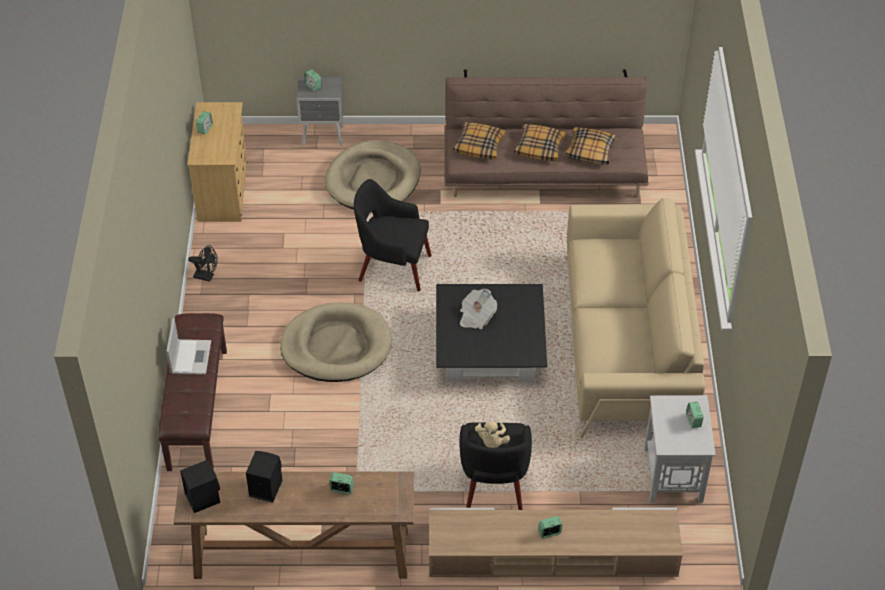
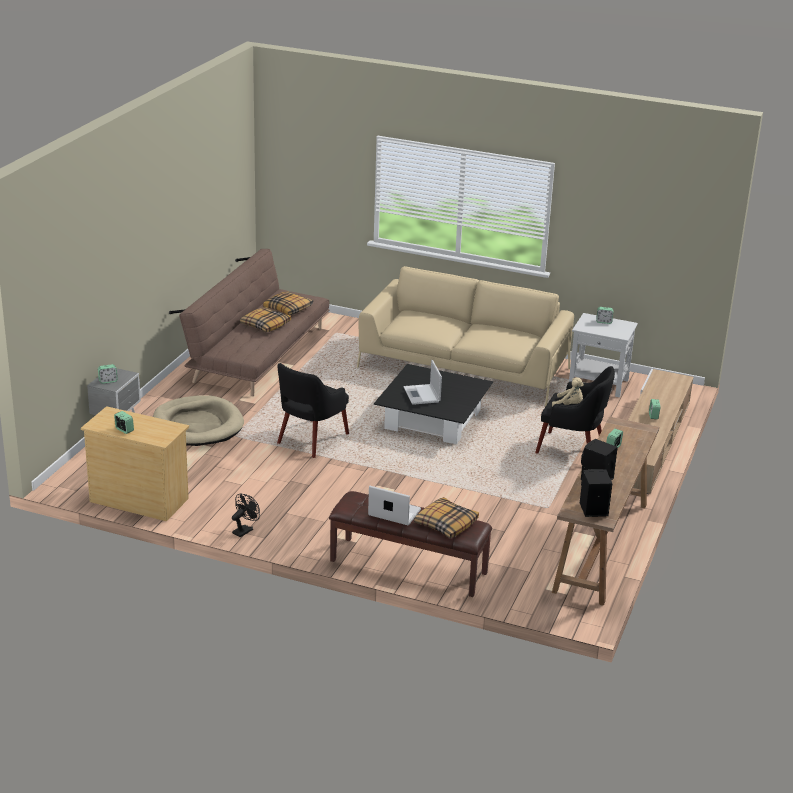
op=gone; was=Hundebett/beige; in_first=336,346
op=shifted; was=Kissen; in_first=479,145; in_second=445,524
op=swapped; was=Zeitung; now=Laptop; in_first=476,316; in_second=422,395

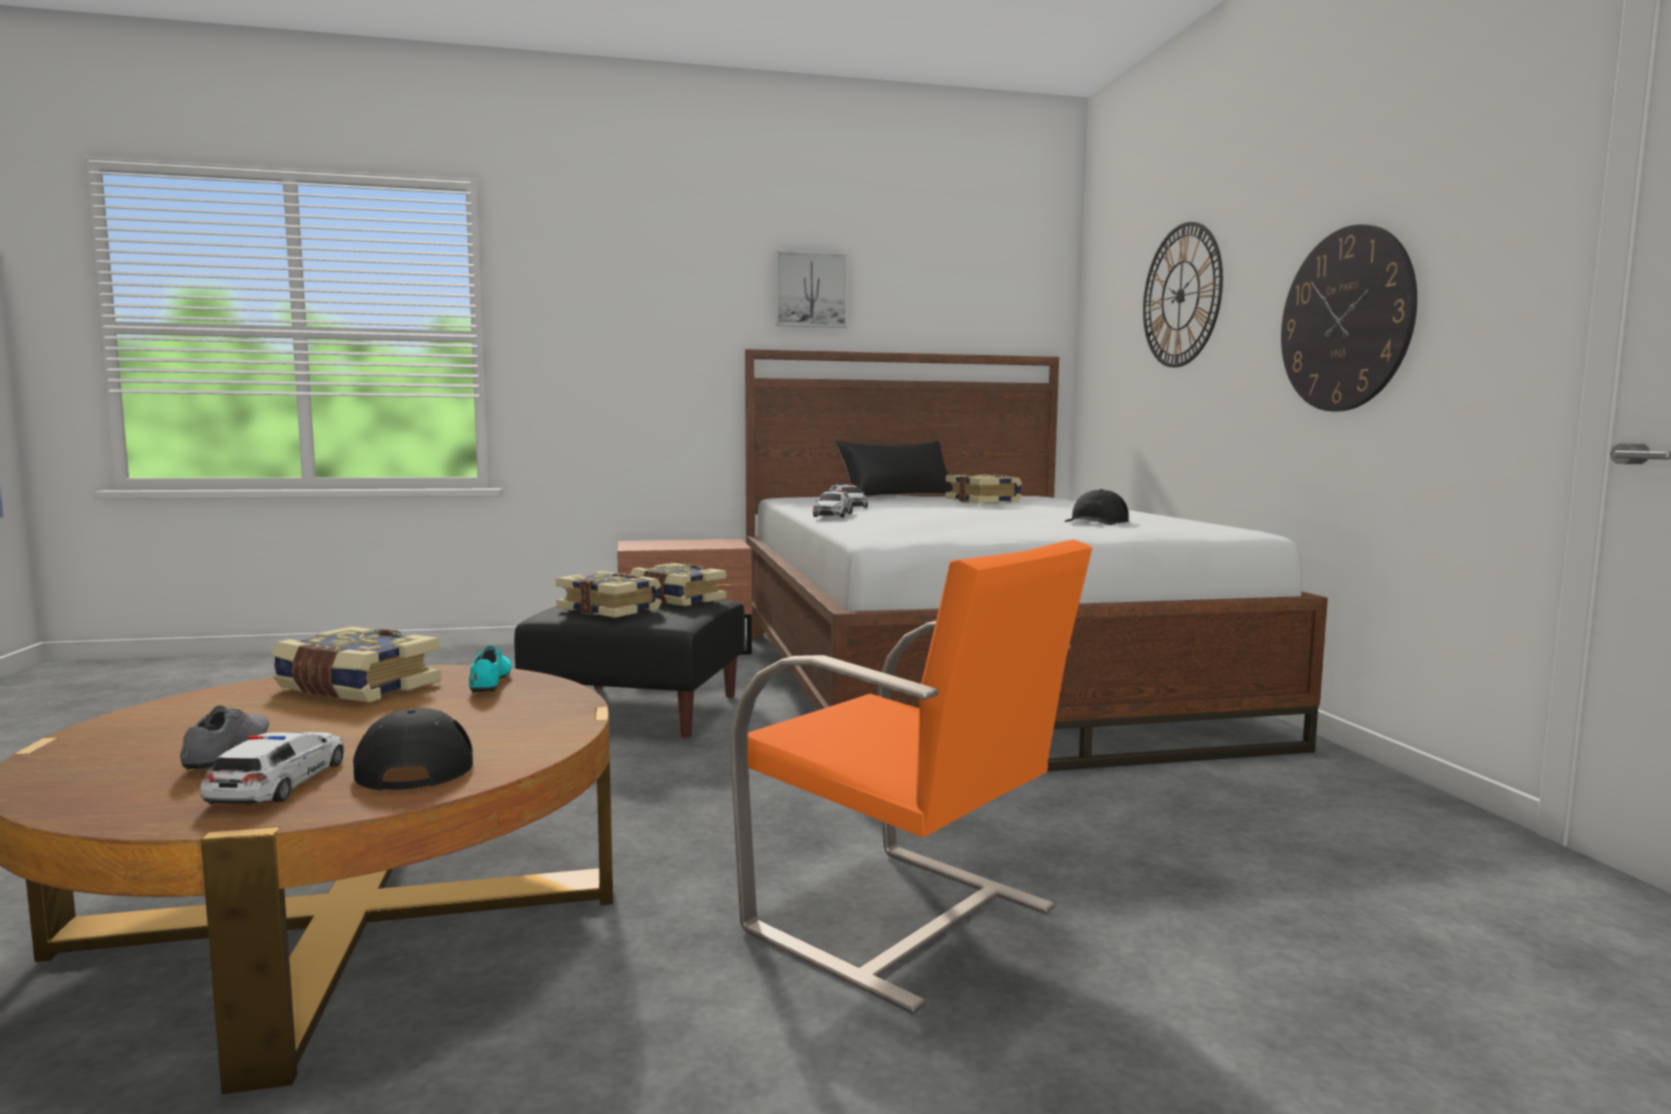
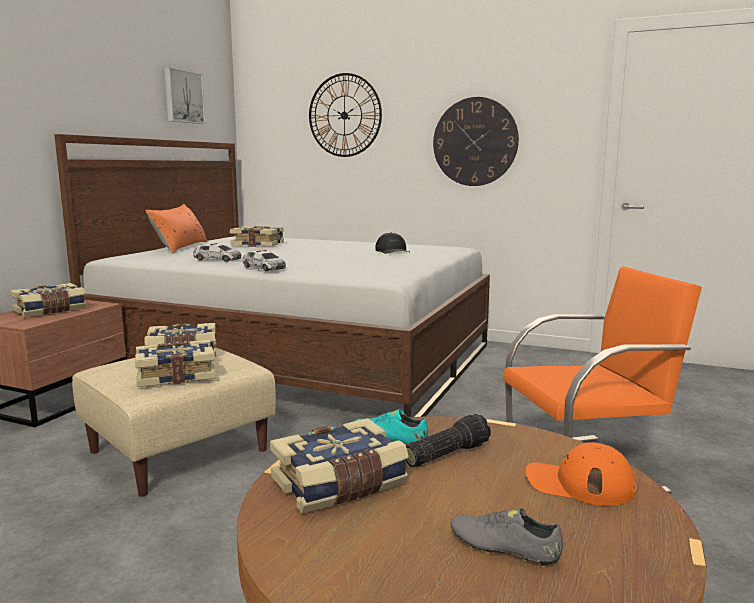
op=gone; was=Spielzeugauto; in_first=280,782
op=repainted; was=Kappe/schwarz; now=Kappe/orange; in_first=417,764; in_second=579,484
op=repainted; was=Polsterhocker/schwarz; now=Polsterhocker/beige; in_first=639,710; in_second=179,450
op=shifted; was=Bild; in_first=810,290; in_second=183,97
op=repainted; was=Kissen/schwarz; now=Kissen/orange; in_first=897,496; in_second=180,247
op=new; now=Buch; in_second=50,311
op=new; now=Taschenlampe; in_second=446,453

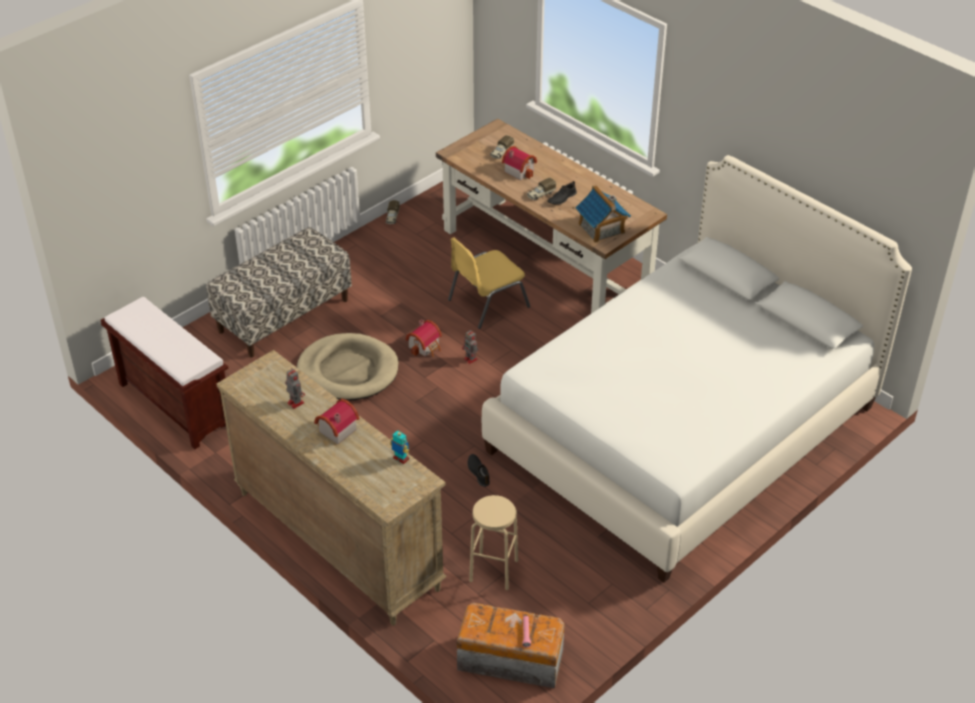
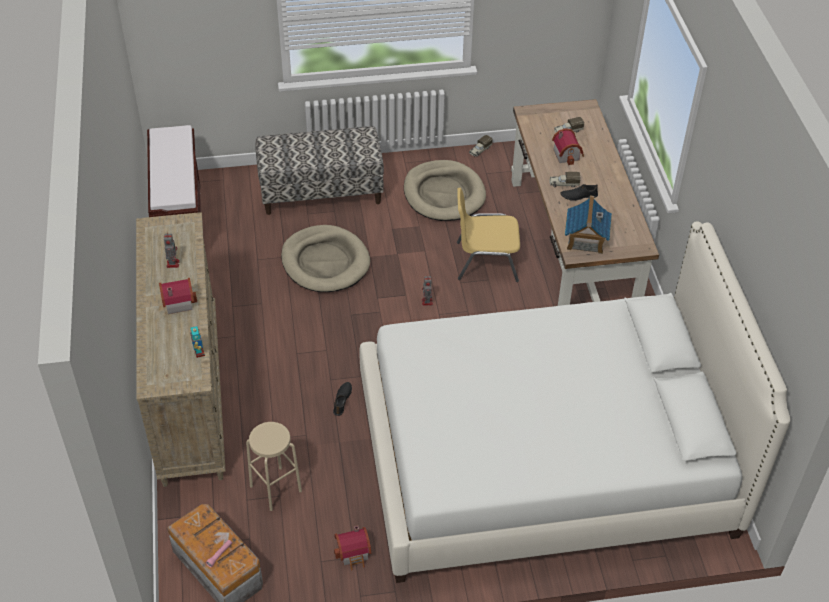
op=shifted; was=Spielzeughaus; in_first=425,347; in_second=354,553
op=new; now=Hundebett/beige; in_second=444,194

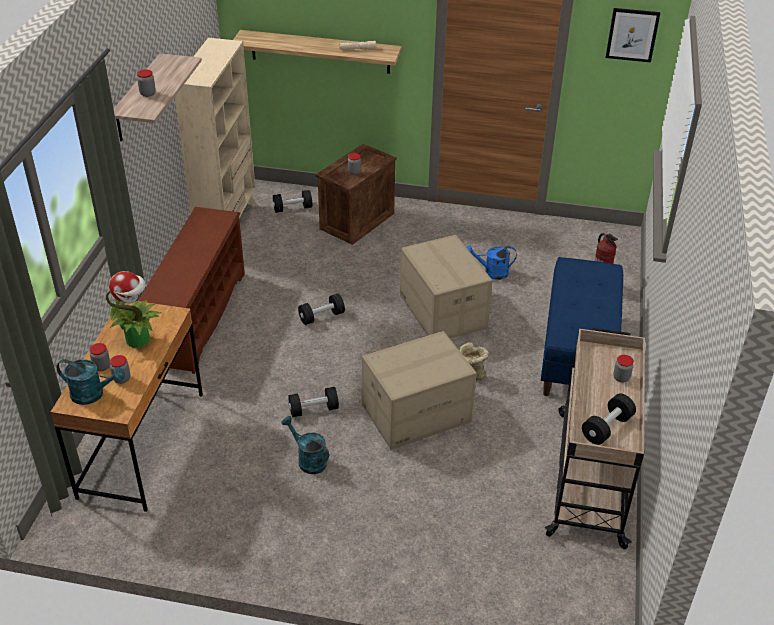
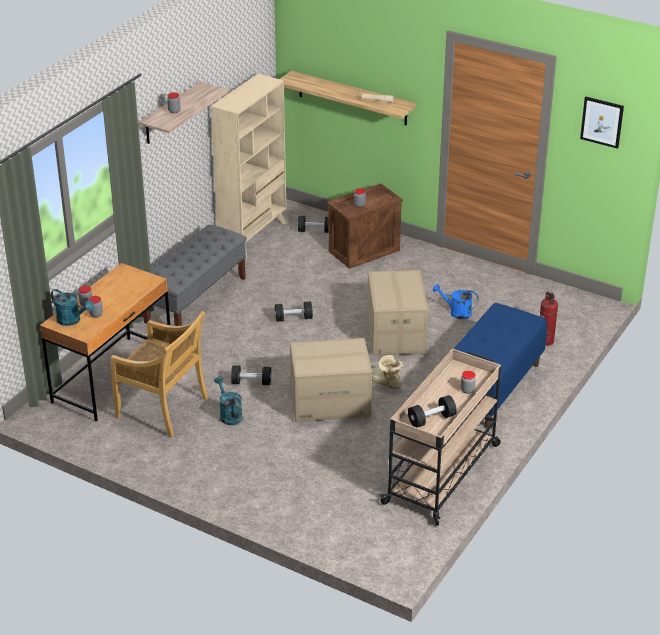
op=gone; was=Topfpflanze; in_first=138,339
op=swapped; was=Schuhregal/braun; now=Bank/grau; in_first=198,317; in_second=196,299
op=new; now=Stuhl/beige; in_second=163,408

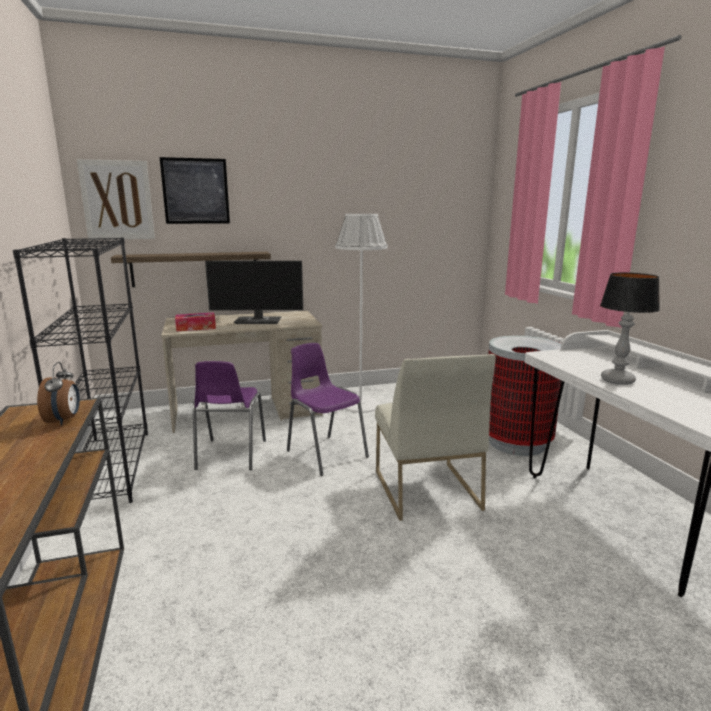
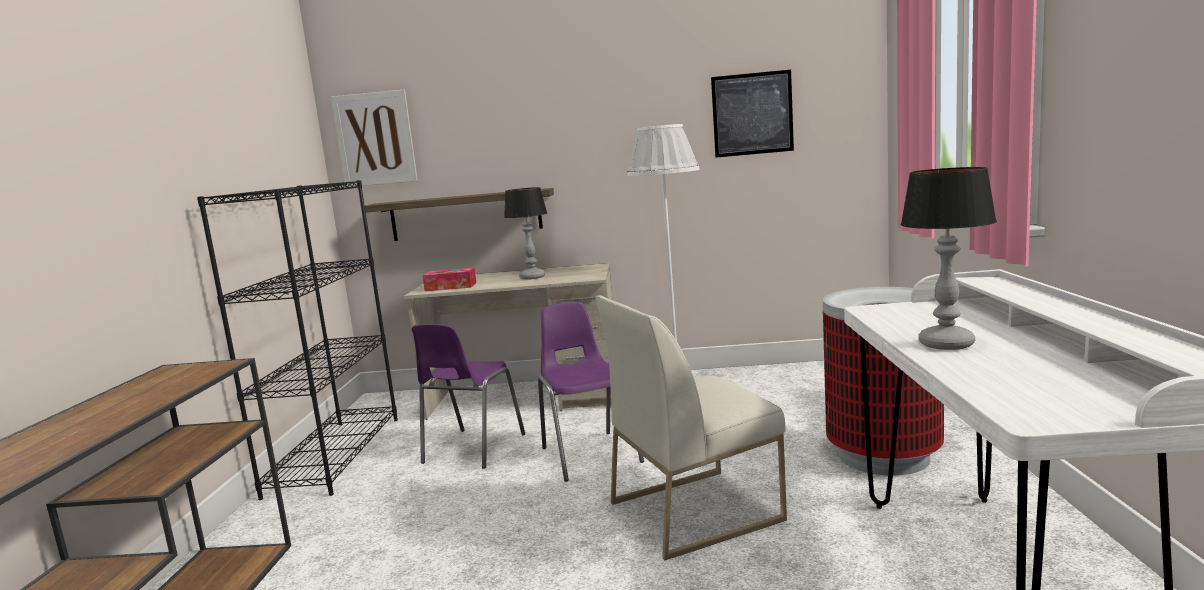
op=gone; was=Wecker; in_first=64,420
op=shifted; was=Bild; in_first=195,191; in_second=752,114
op=swapped; was=Monitor; now=Tischlampe; in_first=259,321; in_second=533,277
op=rotated; was=Stuhl/weiß; in_first=425,489; in_second=695,510; clockwise=60

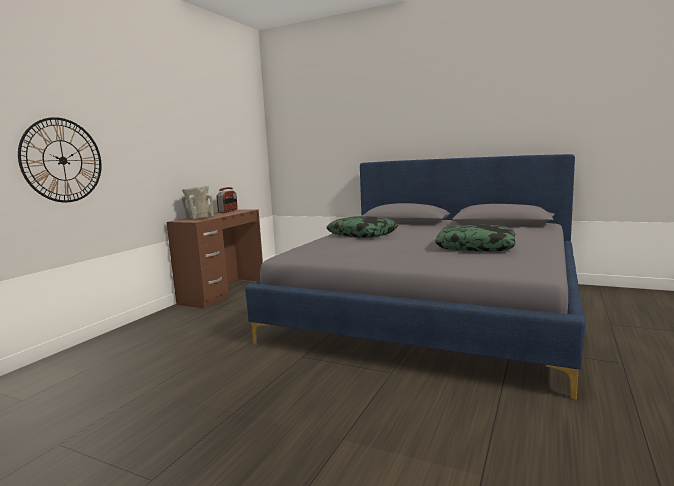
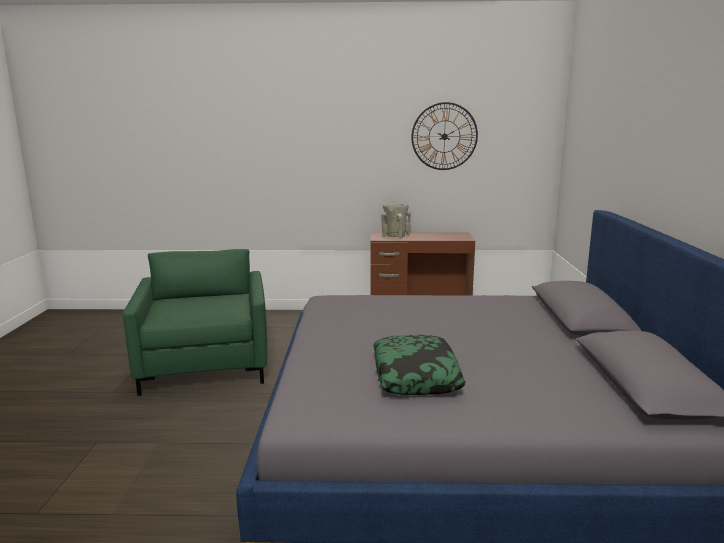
op=shifted; was=Wanduhr; in_first=62,160; in_second=444,136
op=gone; was=Radio; in_first=228,211
op=gone; was=Kissen; in_first=362,234
op=new; now=Sessel/grün; in_second=206,365

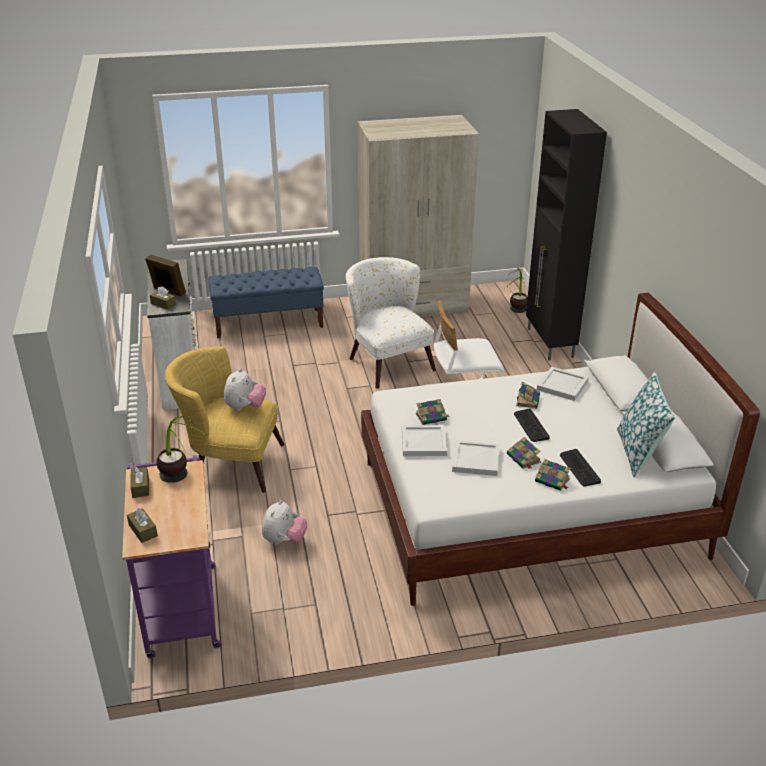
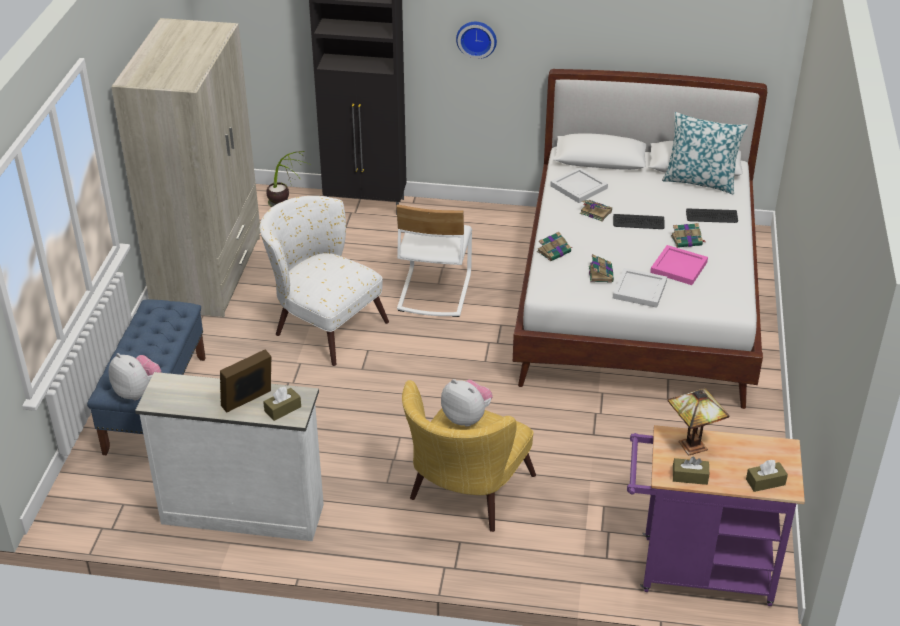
op=swapped; was=Topfpflanze; now=Tischlampe; in_first=182,482; in_second=690,445
op=shifted; was=Plüschtier; in_first=284,540; in_second=137,392
op=rotated; was=Sessel/weiß; in_first=387,360; in_second=323,324; clockwise=45
op=repainted; was=Tablett/weiß; now=Tablett/rosa; in_first=476,460; in_second=679,267
op=shifted; was=Buch; in_first=552,480; in_second=554,251
op=new; now=Wanduhr; in_second=476,38

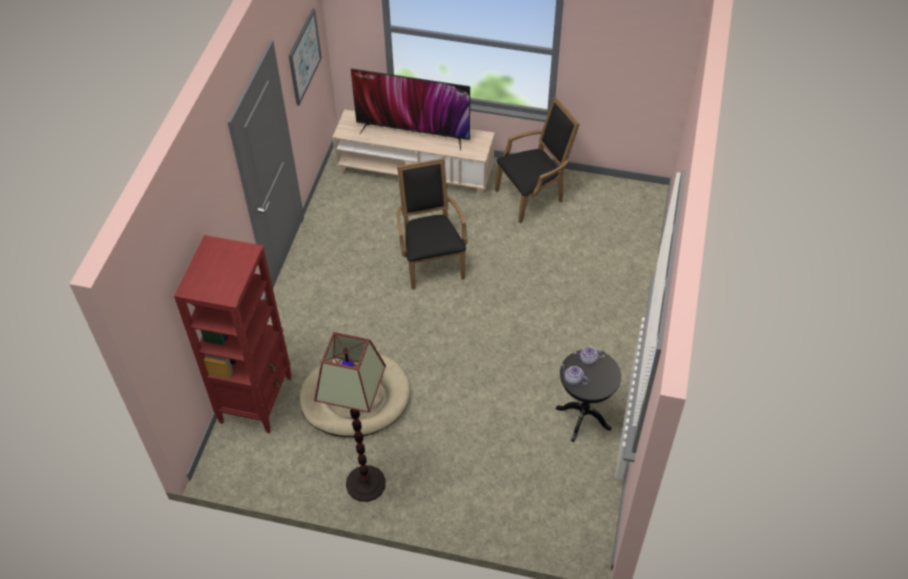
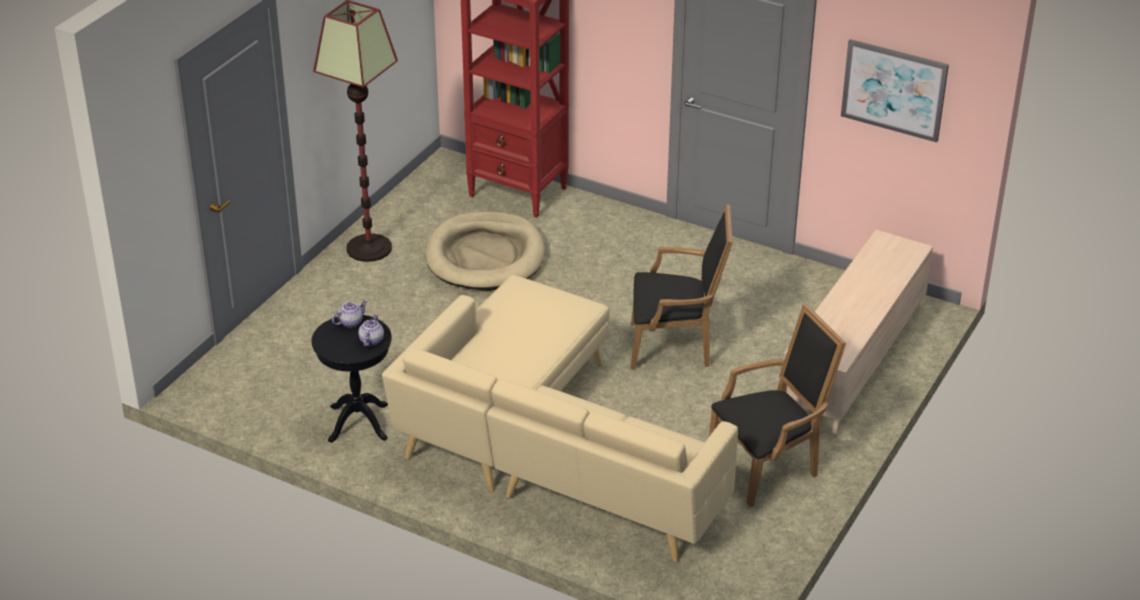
op=gone; was=Fernseher; in_first=413,132
op=rotated; was=Sessel/schwarz; in_first=533,195; in_second=770,466; clockwise=-105
op=new; now=Sofa/beige; in_second=547,451

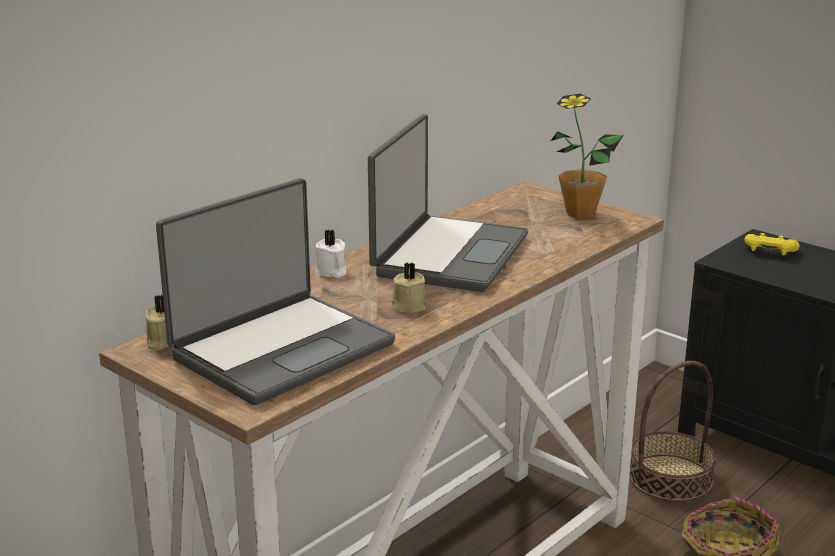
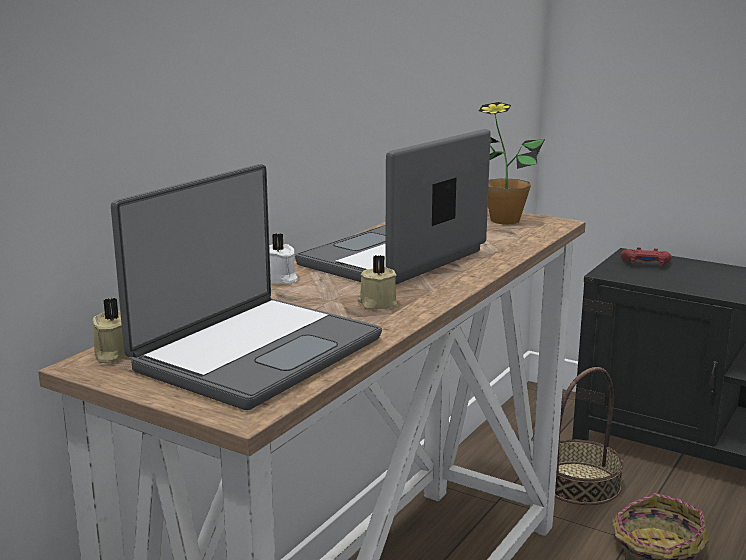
op=rotated; was=Laptop; in_first=448,255; in_second=395,259; clockwise=-150
op=repainted; was=Gamepad/gelb; now=Gamepad/rot; in_first=769,251; in_second=645,264

